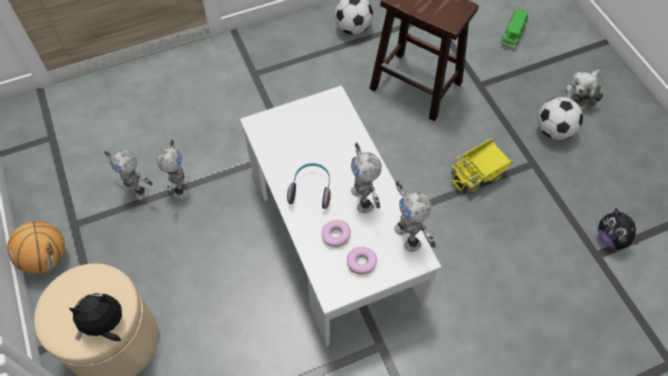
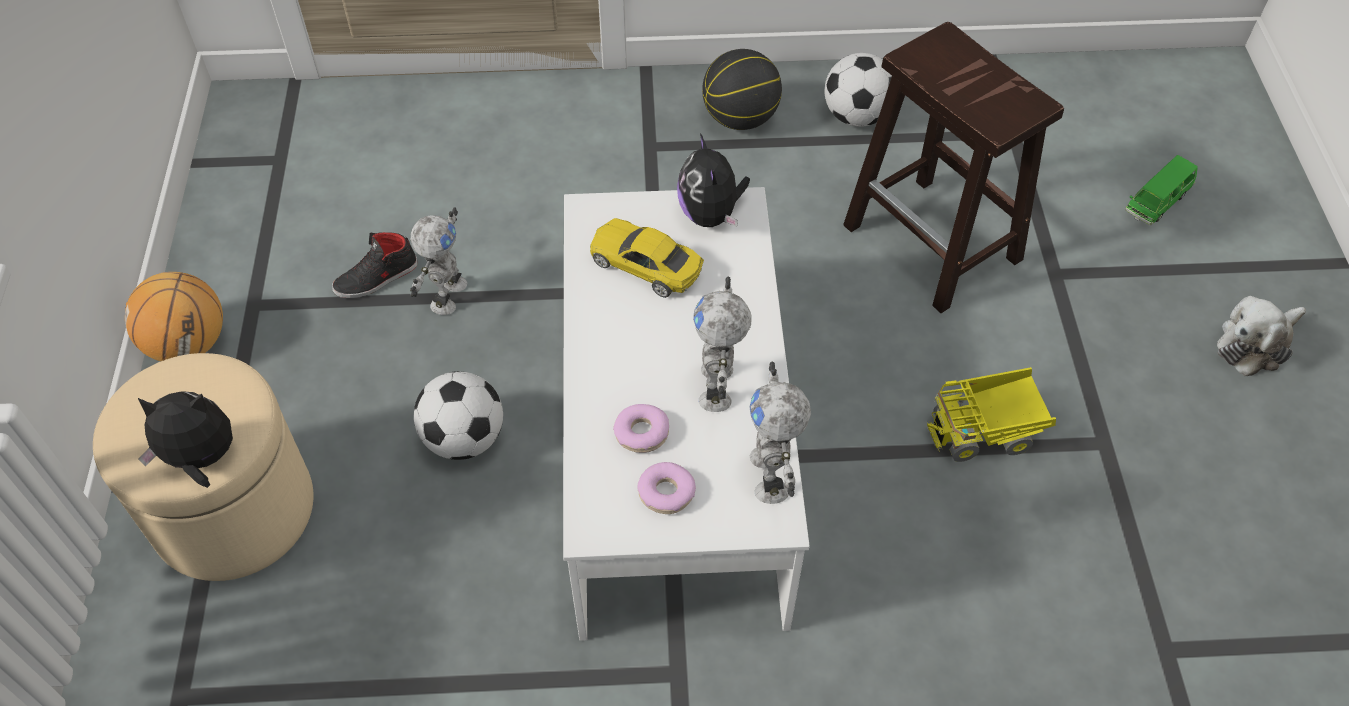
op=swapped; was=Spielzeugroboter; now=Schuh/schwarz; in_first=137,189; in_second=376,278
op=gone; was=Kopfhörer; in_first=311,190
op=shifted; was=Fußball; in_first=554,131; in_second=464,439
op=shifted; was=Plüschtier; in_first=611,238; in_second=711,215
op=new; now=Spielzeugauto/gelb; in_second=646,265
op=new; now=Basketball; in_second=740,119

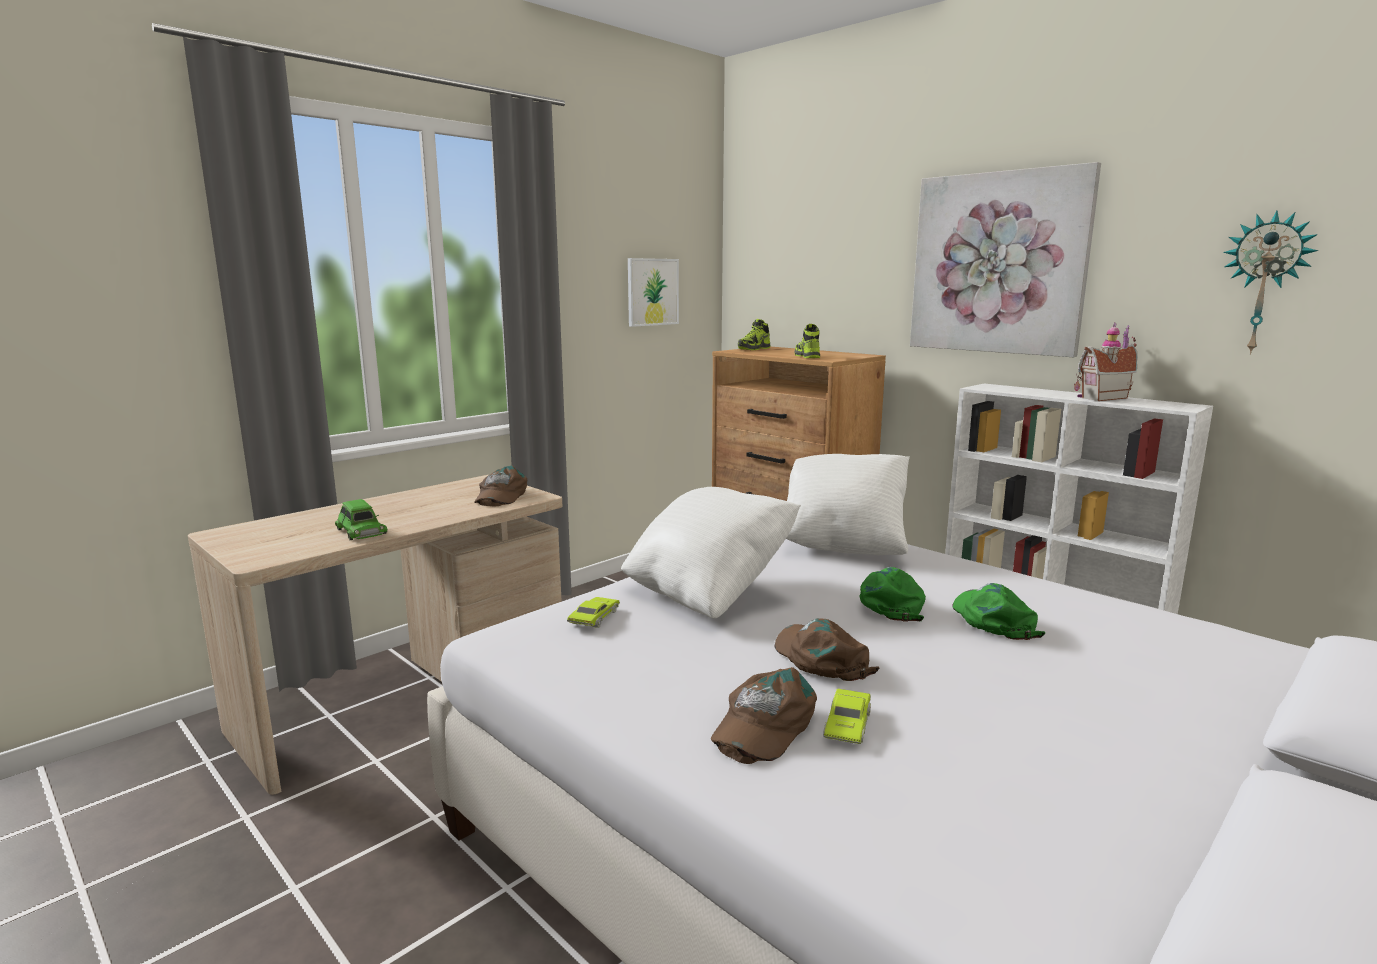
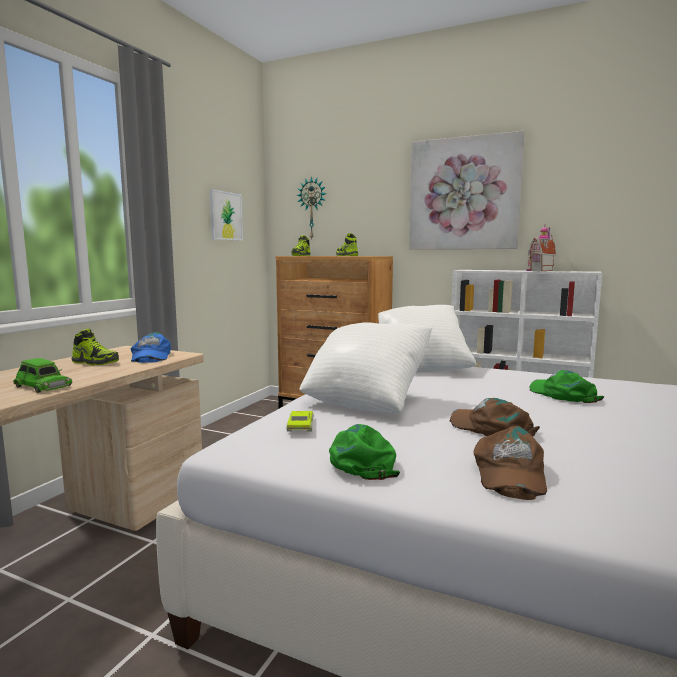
op=repainted; was=Kappe/braun; now=Kappe/blau; in_first=500,495; in_second=150,356
op=gone; was=Spielzeugauto/grün; in_first=847,724
op=shifted; was=Kappe/grün; in_first=891,602; in_second=360,460
op=shifted; was=Wanduhr; in_first=1264,283; in_second=312,208
op=new; now=Schuh; in_second=95,362

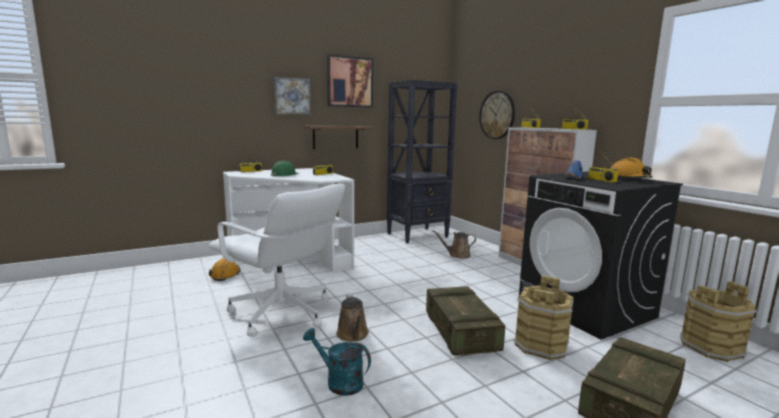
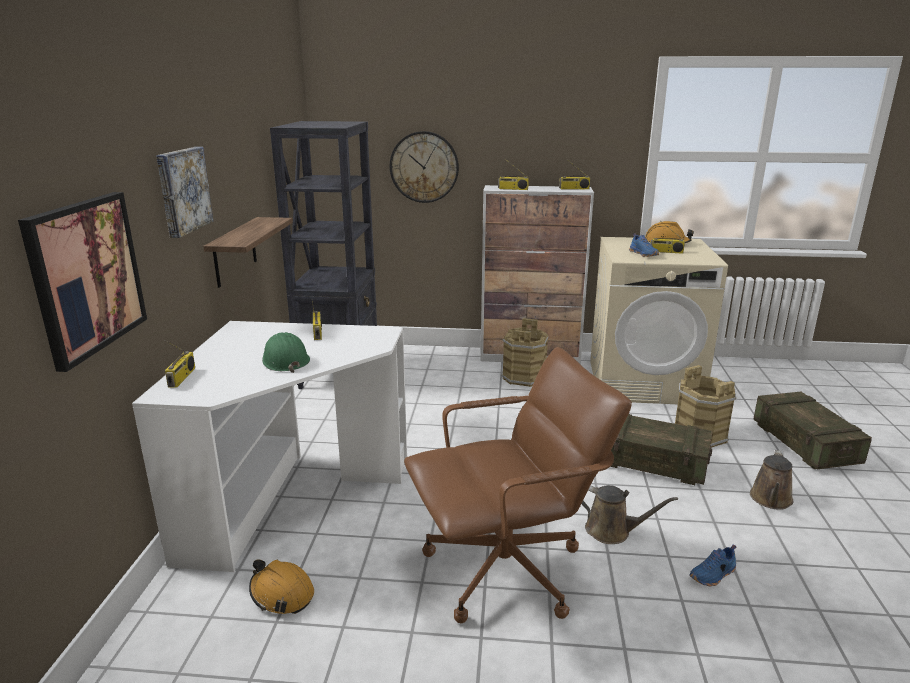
op=repainted; was=Bürostuhl/weiß; now=Bürostuhl/braun; in_first=281,313; in_second=506,571
op=swapped; was=Gießkanne/türkis; now=Schuh/blau; in_first=339,382; in_second=713,575
op=shifted; was=Bild; in_first=349,82; in_second=86,276
op=shifted; was=Gießkanne/braun; in_first=457,255; in_second=771,500
op=repainted; was=Waschmaschine/schwarz; now=Waschmaschine/beige; in_first=586,308; in_second=644,382
op=shifted; was=Eimer/braun; in_first=711,347; in_second=524,377

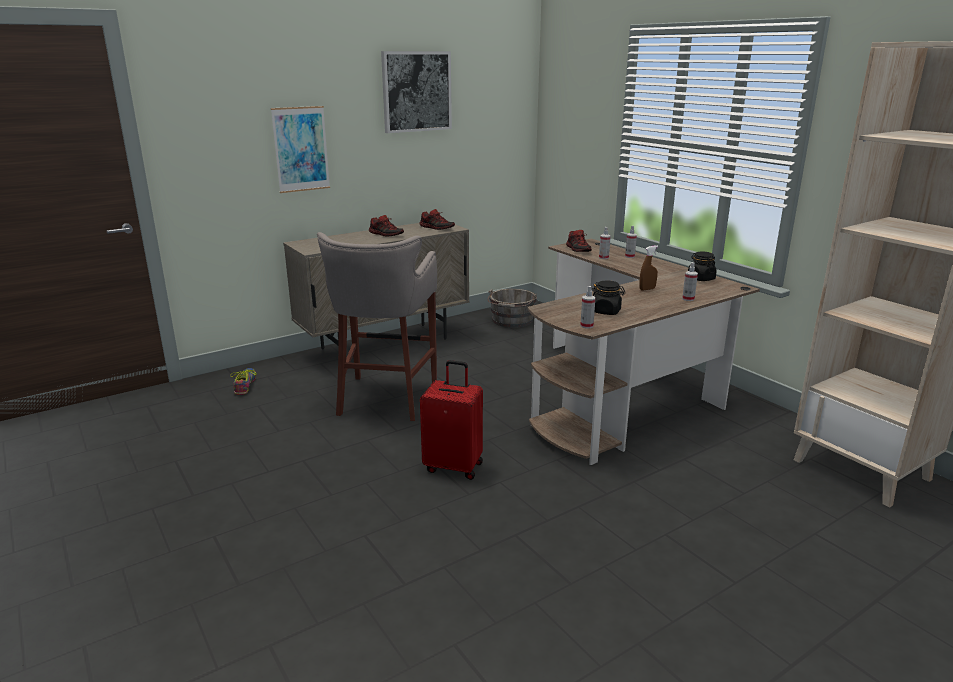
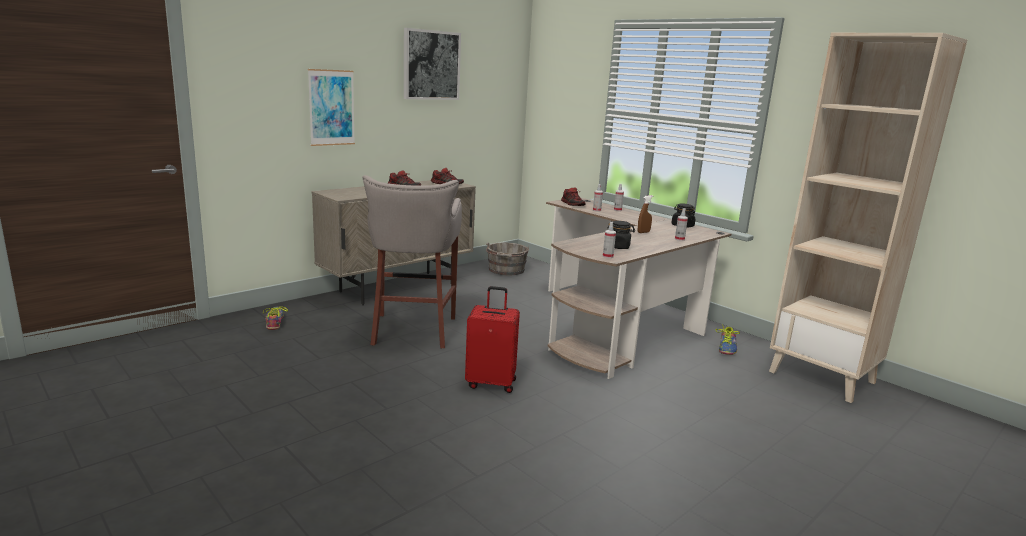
op=new; now=Schuh; in_second=727,348

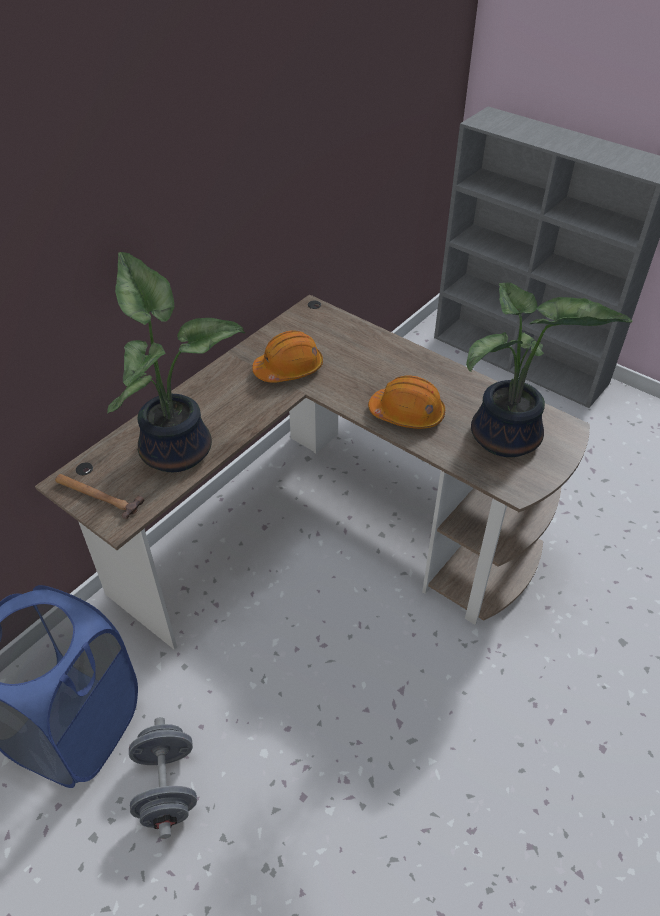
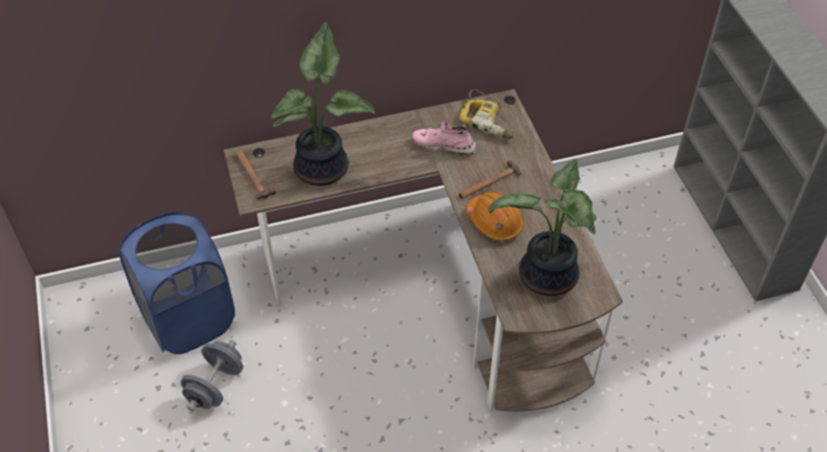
op=swapped; was=Schutzhelm/orange; now=Schuh/rosa; in_first=289,369; in_second=444,145
op=new; now=Bohrmaschine; in_second=490,120
op=new; now=Hammer; in_second=488,183

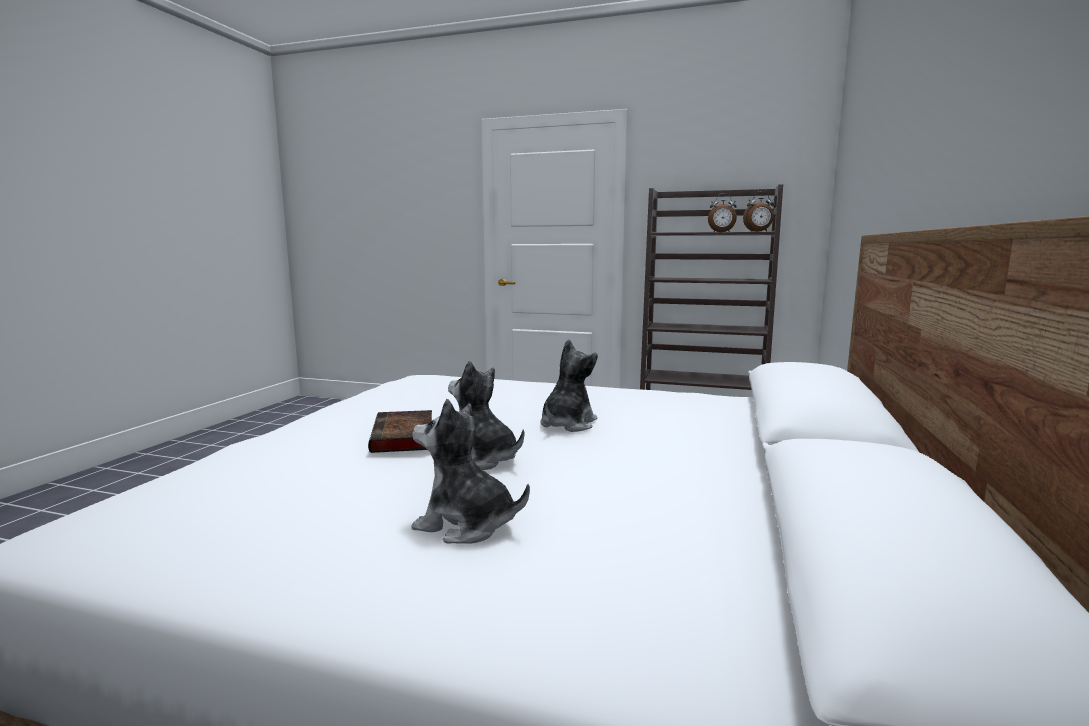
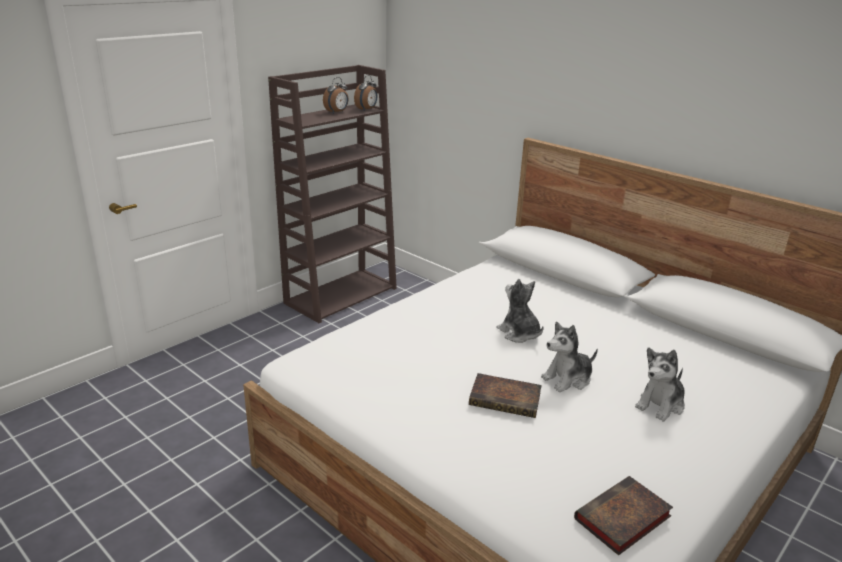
op=new; now=Buch; in_second=621,520

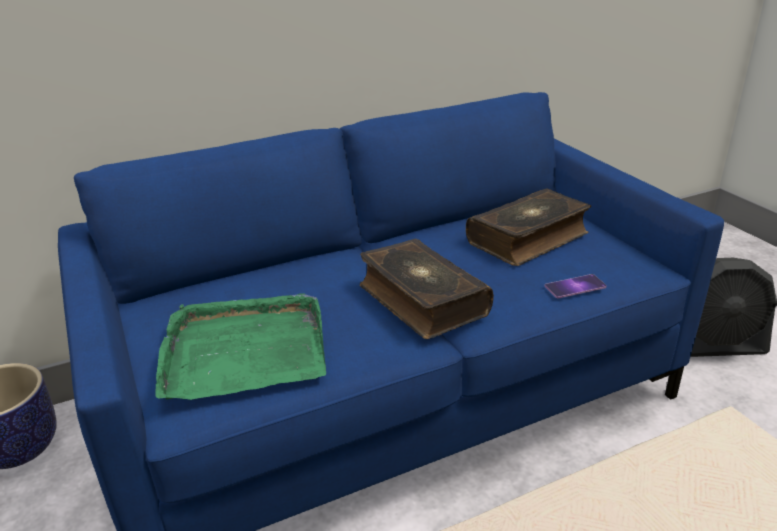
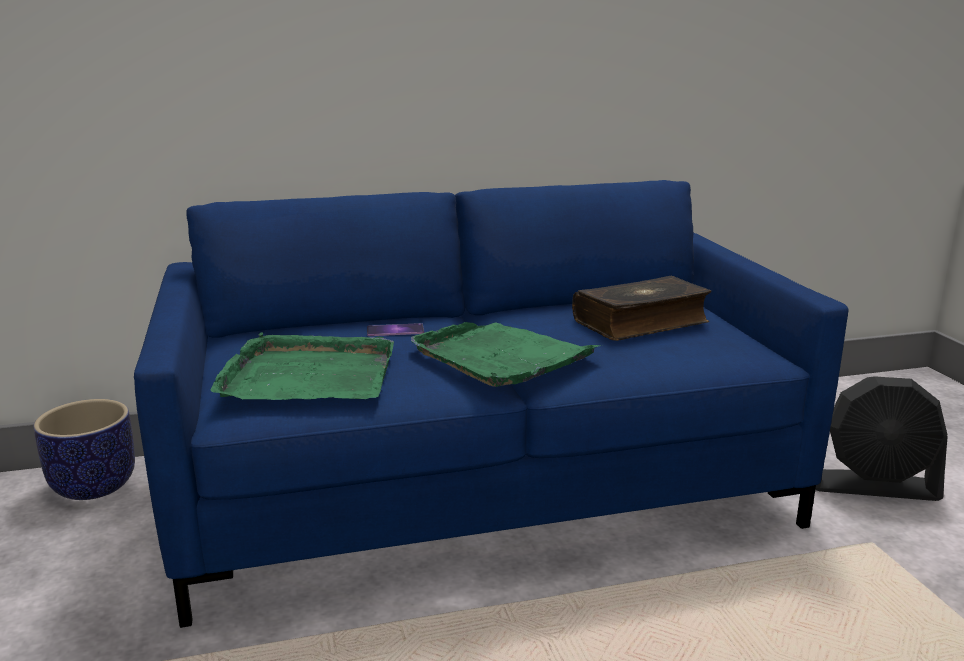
op=swapped; was=Buch; now=Tablett/grün; in_first=421,300; in_second=501,357
op=shifted; was=Handy; in_first=575,286; in_second=395,330

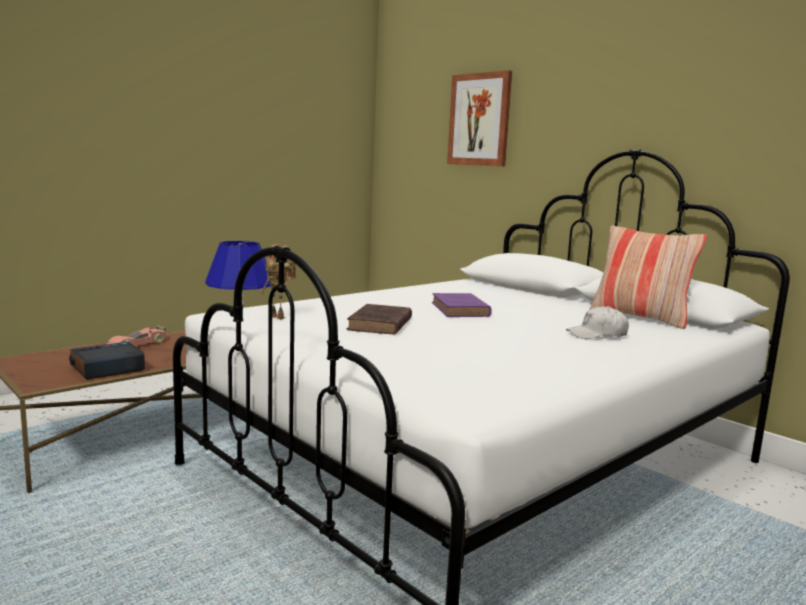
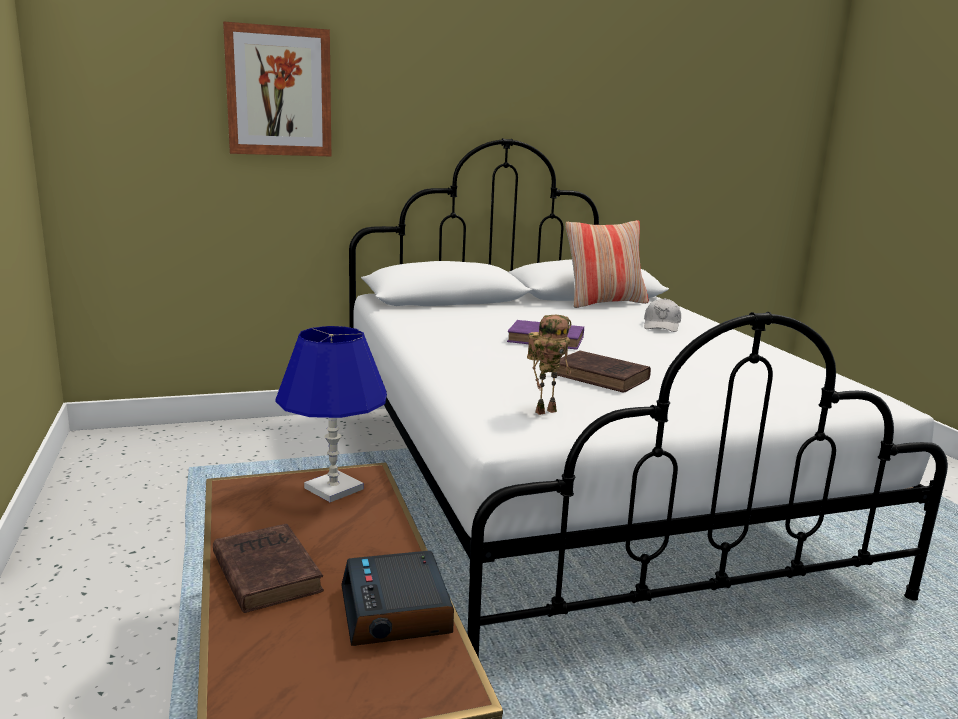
op=swapped; was=Spielzeugauto; now=Buch/braun; in_first=138,345; in_second=265,571

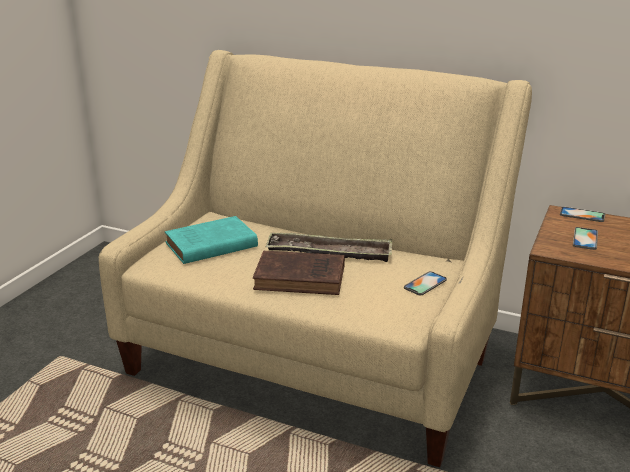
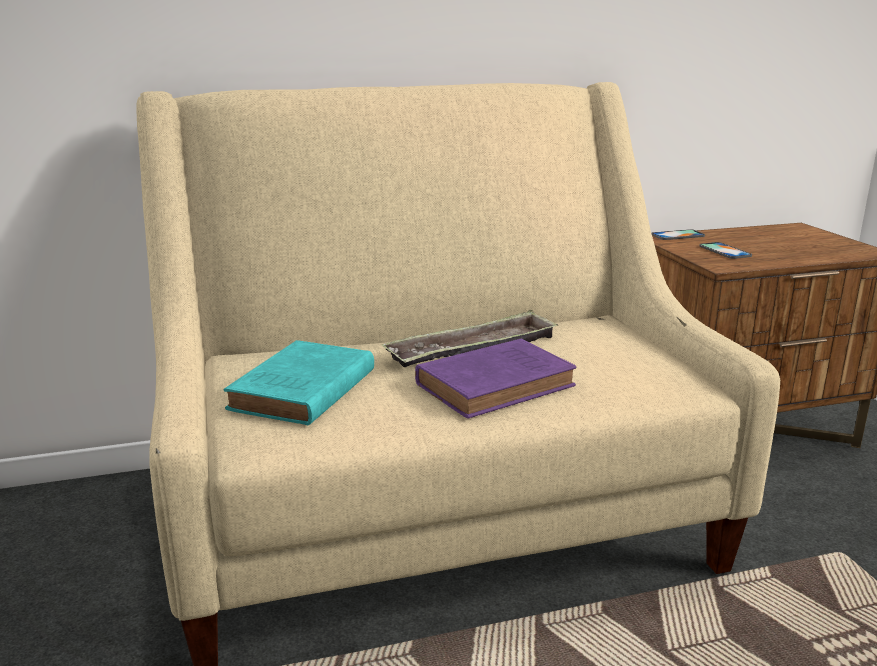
op=repainted; was=Buch/braun; now=Buch/lila; in_first=302,278; in_second=498,384
op=gone; was=Handy; in_first=425,284

